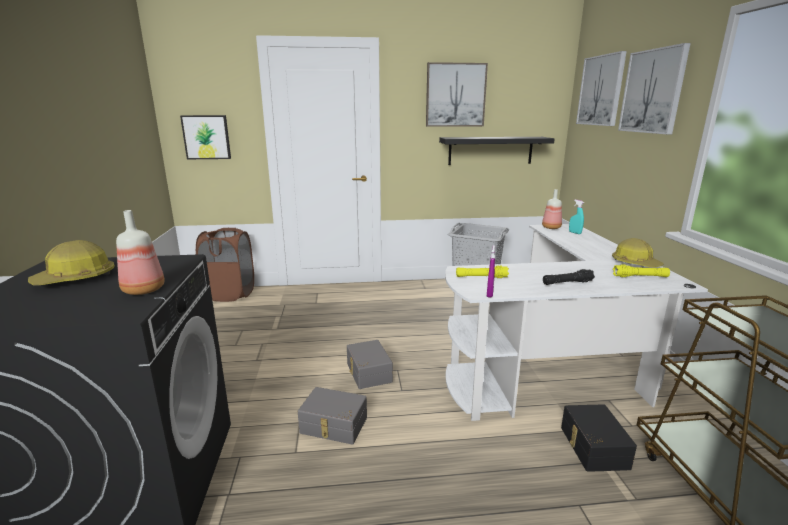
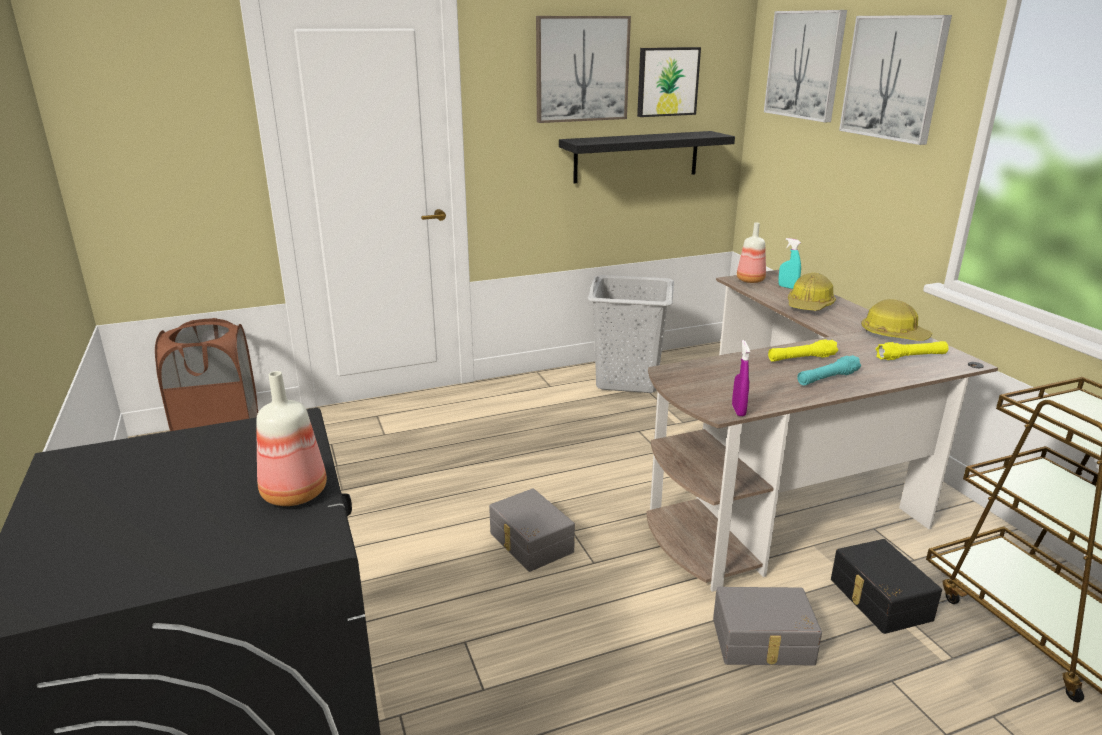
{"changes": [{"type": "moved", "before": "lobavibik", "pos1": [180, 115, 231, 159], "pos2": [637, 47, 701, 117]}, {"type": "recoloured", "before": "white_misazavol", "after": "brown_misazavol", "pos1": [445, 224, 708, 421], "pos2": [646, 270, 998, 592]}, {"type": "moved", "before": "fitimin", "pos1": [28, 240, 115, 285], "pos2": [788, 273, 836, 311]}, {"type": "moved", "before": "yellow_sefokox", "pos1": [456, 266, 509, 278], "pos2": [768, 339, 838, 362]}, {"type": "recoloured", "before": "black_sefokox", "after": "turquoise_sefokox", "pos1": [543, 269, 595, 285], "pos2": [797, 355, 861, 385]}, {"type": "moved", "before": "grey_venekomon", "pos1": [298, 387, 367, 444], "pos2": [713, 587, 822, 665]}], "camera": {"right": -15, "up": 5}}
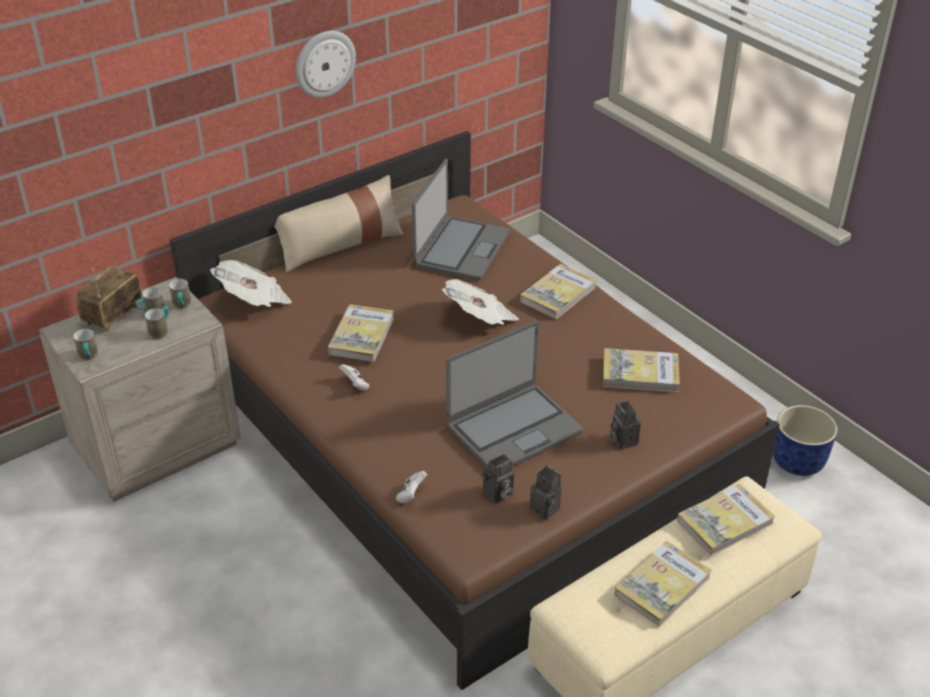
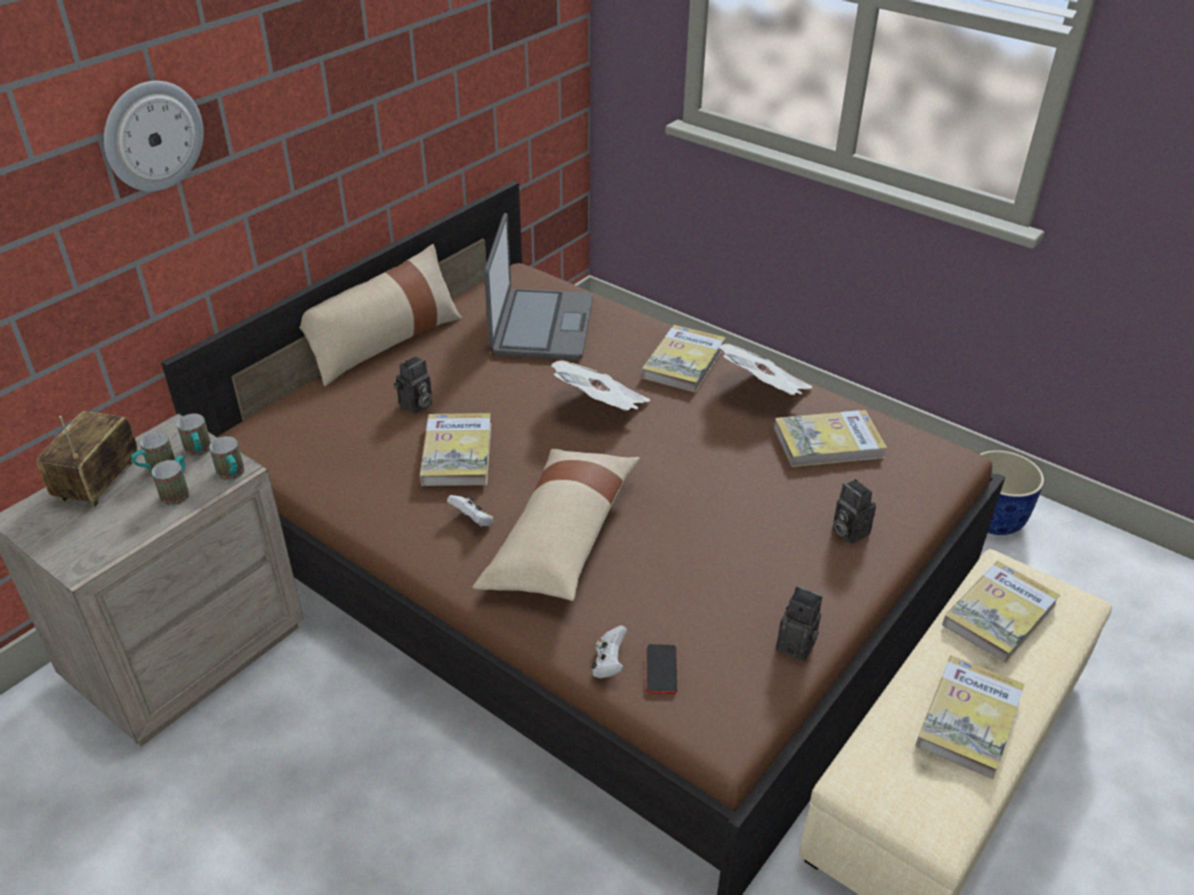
{"changes": [{"type": "moved", "before": "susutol", "pos1": [296, 31, 356, 98], "pos2": [104, 81, 204, 191]}, {"type": "moved", "before": "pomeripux", "pos1": [210, 260, 292, 307], "pos2": [719, 344, 812, 395]}, {"type": "removed", "before": "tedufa", "pos1": [446, 321, 583, 467]}, {"type": "moved", "before": "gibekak", "pos1": [74, 329, 98, 361], "pos2": [209, 436, 245, 481]}, {"type": "moved", "before": "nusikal", "pos1": [481, 454, 514, 503], "pos2": [394, 356, 432, 414]}, {"type": "added", "after": "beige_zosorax", "pos2": [472, 449, 640, 601]}, {"type": "added", "after": "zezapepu", "pos2": [647, 644, 677, 694]}], "camera": {"right": -15, "up": 0}}
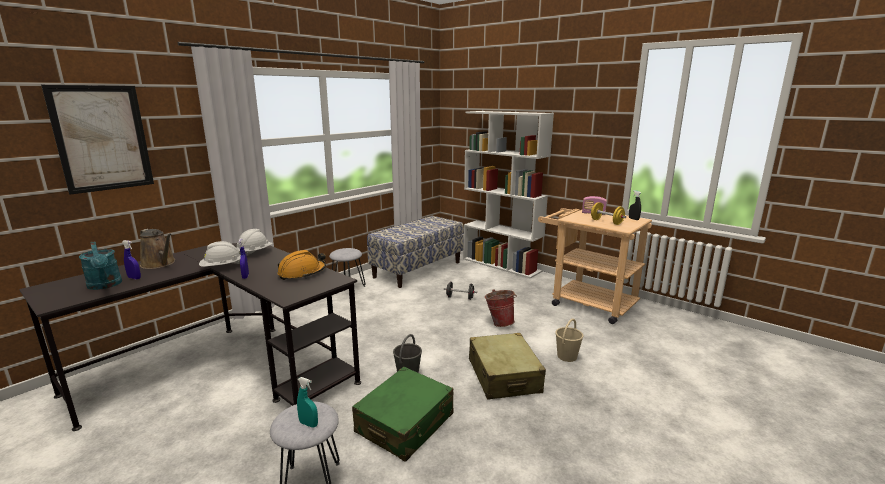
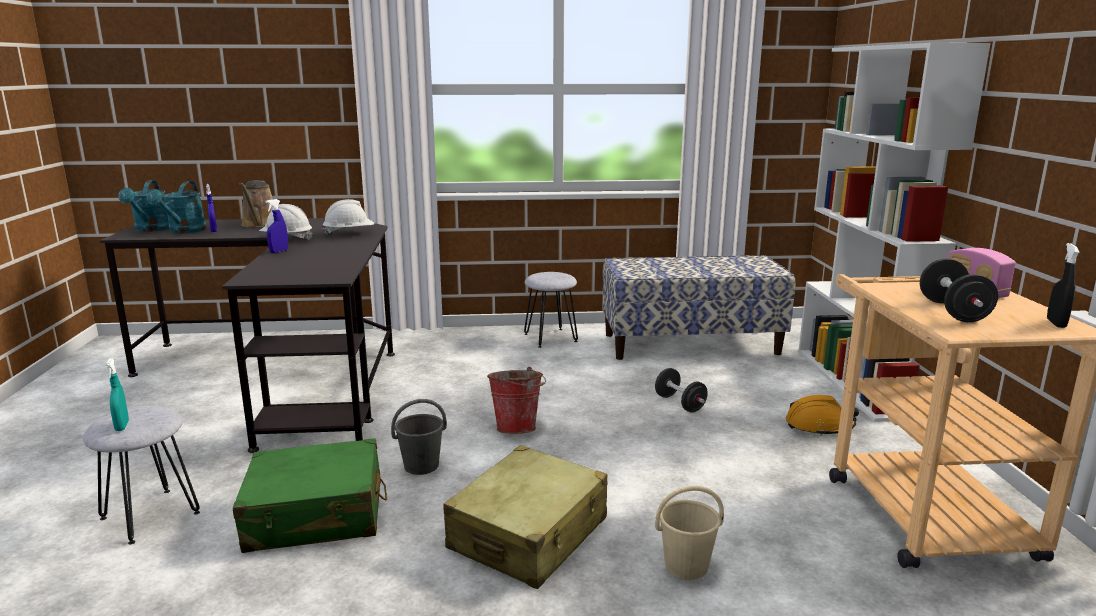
{"changes": [{"type": "removed", "before": "lobavibik", "pos1": [41, 85, 154, 195]}, {"type": "recoloured", "before": "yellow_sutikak", "after": "black_sutikak", "pos1": [590, 202, 626, 225], "pos2": [920, 258, 998, 322]}, {"type": "moved", "before": "orange_fitimin", "pos1": [277, 250, 326, 280], "pos2": [786, 395, 859, 436]}, {"type": "moved", "before": "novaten", "pos1": [485, 290, 517, 327], "pos2": [487, 367, 546, 434]}, {"type": "added", "after": "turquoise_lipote", "pos2": [118, 180, 169, 232]}], "camera": {"right": 45, "up": 0}}
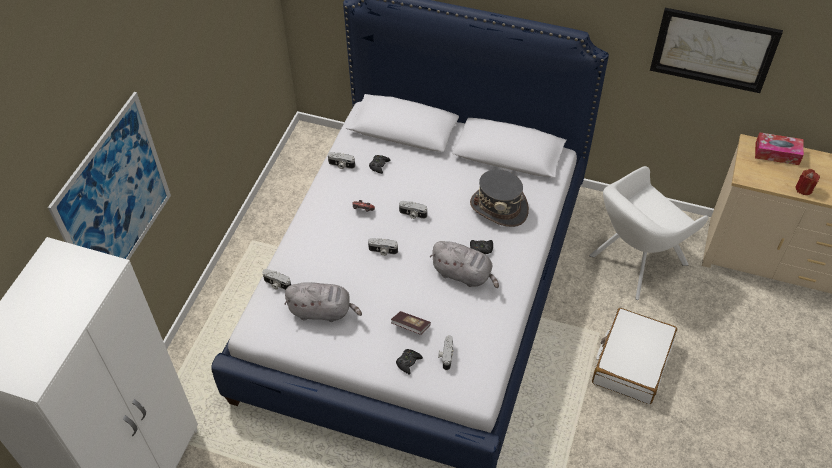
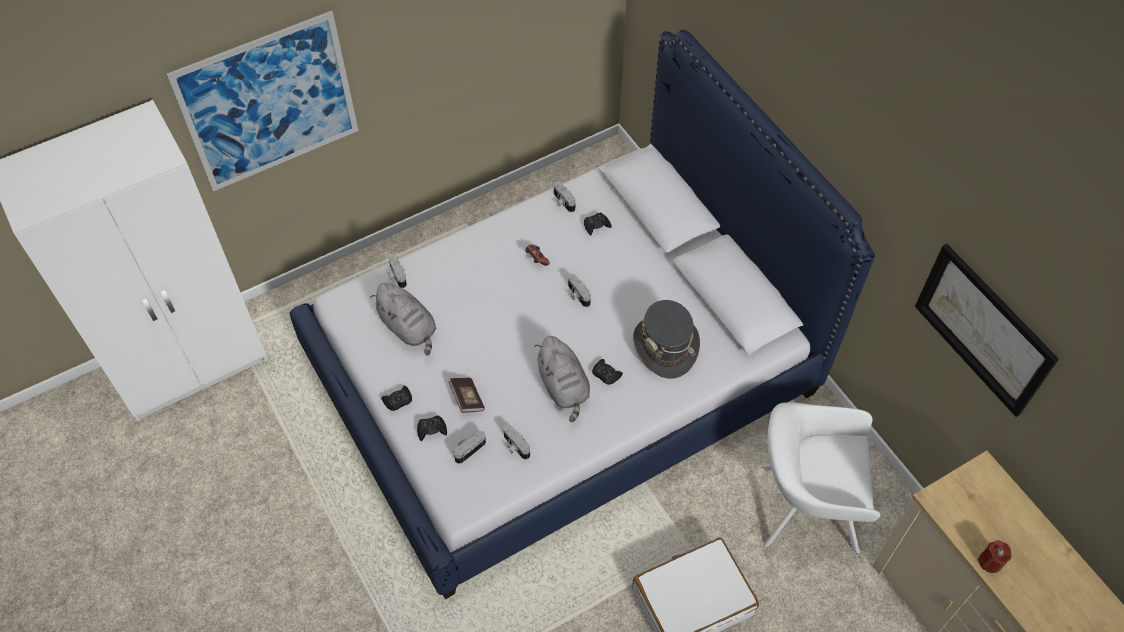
{"changes": [{"type": "removed", "before": "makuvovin", "pos1": [755, 132, 804, 165]}, {"type": "moved", "before": "nusikal", "pos1": [368, 238, 398, 256], "pos2": [503, 424, 530, 459]}, {"type": "added", "after": "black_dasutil", "pos2": [382, 386, 412, 411]}], "camera": {"right": 40, "up": 5}}
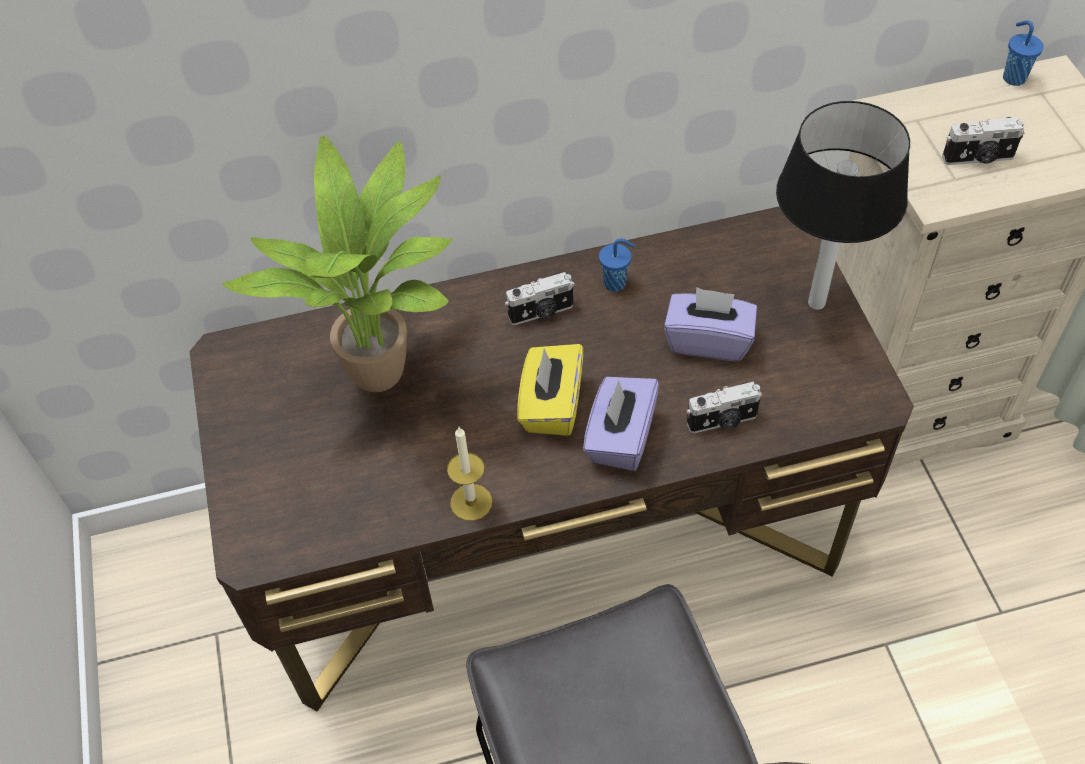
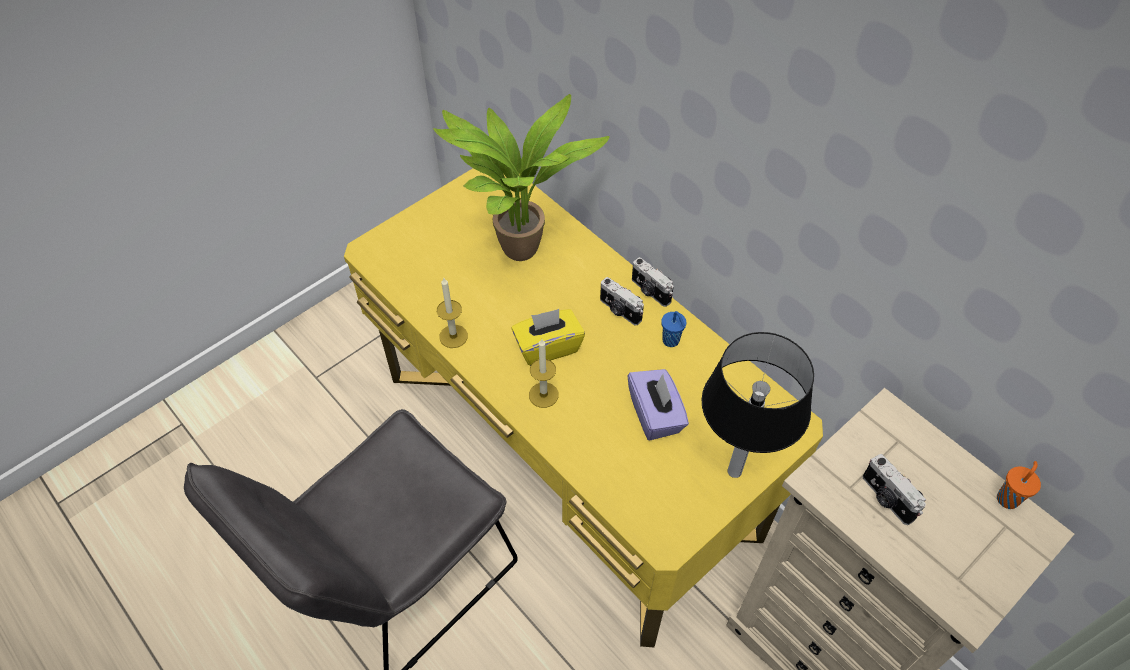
{"changes": [{"type": "recoloured", "before": "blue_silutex", "after": "orange_silutex", "pos1": [1003, 20, 1044, 86], "pos2": [997, 461, 1041, 509]}, {"type": "recoloured", "before": "brown_misazavol", "after": "yellow_misazavol", "pos1": [189, 206, 914, 711], "pos2": [344, 168, 823, 647]}, {"type": "replaced", "before": "purple_makuvovin", "after": "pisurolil", "pos1": [583, 377, 659, 471], "pos2": [529, 339, 559, 408]}, {"type": "moved", "before": "nusikal", "pos1": [687, 382, 762, 433], "pos2": [632, 257, 674, 307]}], "camera": {"right": 60, "up": 0}}
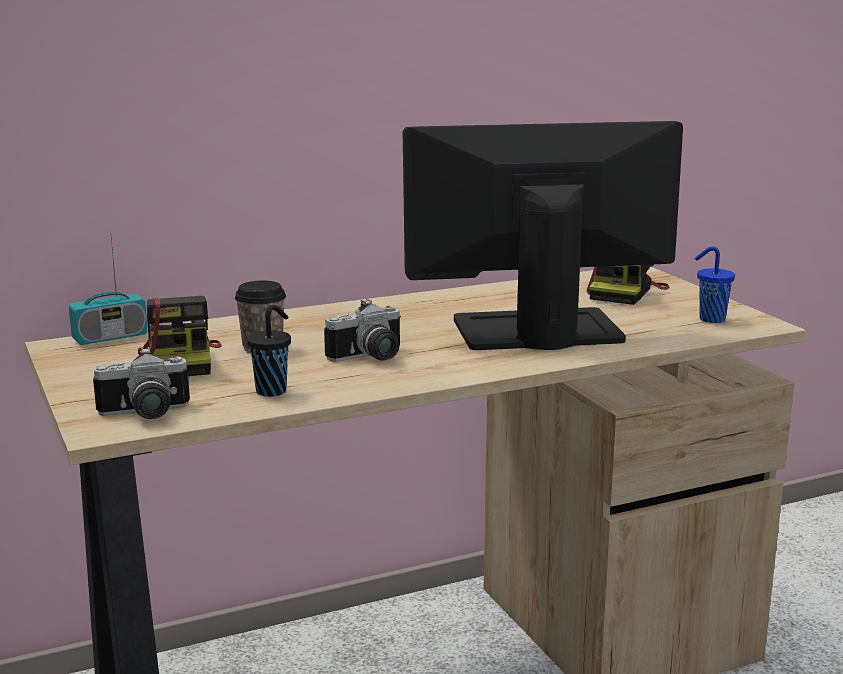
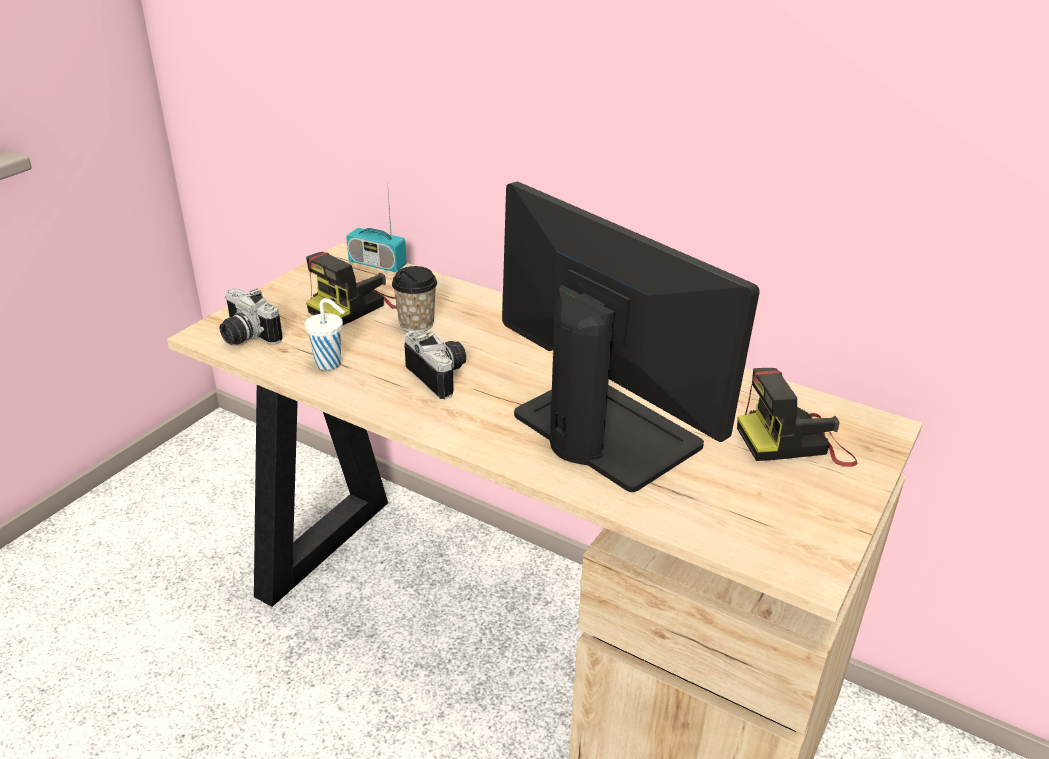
{"changes": [{"type": "removed", "before": "blue_silutex", "pos1": [695, 246, 735, 323]}, {"type": "turned", "before": "nusikal", "pos1": [324, 299, 401, 362], "pos2": [404, 331, 466, 399], "turn": -150}, {"type": "recoloured", "before": "black_silutex", "after": "white_silutex", "pos1": [247, 305, 291, 397], "pos2": [305, 298, 345, 371]}], "camera": {"right": 55, "up": 15}}
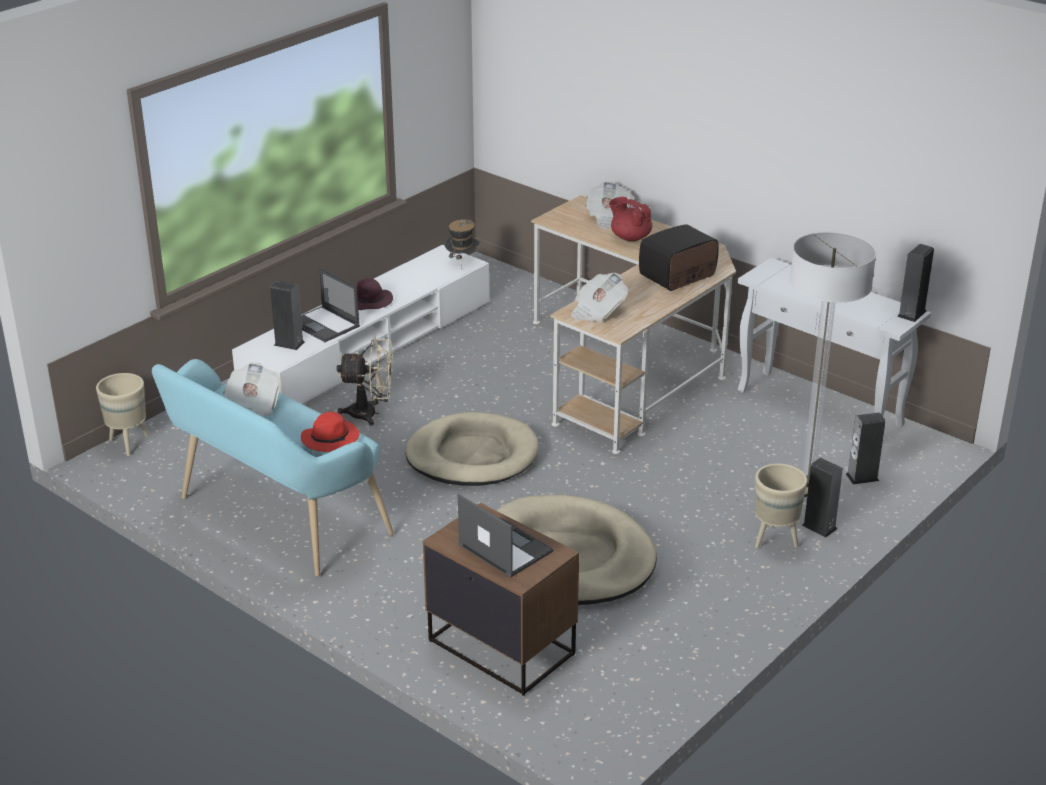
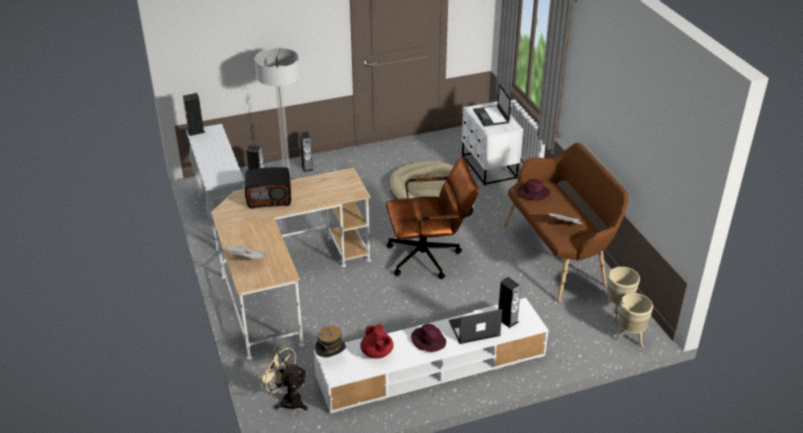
{"changes": [{"type": "moved", "before": "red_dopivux", "pos1": [609, 197, 652, 241], "pos2": [360, 324, 394, 359]}, {"type": "turned", "before": "tedufa", "pos1": [301, 268, 360, 342], "pos2": [449, 309, 502, 344], "turn": -90}, {"type": "removed", "before": "pomeripux", "pos1": [571, 273, 628, 322]}, {"type": "moved", "before": "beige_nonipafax", "pos1": [336, 337, 393, 426], "pos2": [257, 345, 308, 411]}, {"type": "recoloured", "before": "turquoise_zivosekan", "after": "brown_zivosekan", "pos1": [152, 359, 394, 577], "pos2": [503, 143, 629, 303]}, {"type": "recoloured", "before": "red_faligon", "after": "purple_faligon", "pos1": [301, 412, 360, 452], "pos2": [517, 179, 550, 201]}, {"type": "replaced", "before": "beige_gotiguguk", "after": "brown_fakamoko", "pos1": [405, 412, 539, 486], "pos2": [386, 156, 479, 279]}, {"type": "moved", "before": "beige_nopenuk", "pos1": [755, 464, 807, 548], "pos2": [607, 267, 640, 320]}, {"type": "recoloured", "before": "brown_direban", "after": "white_direban", "pos1": [423, 503, 579, 696], "pos2": [462, 101, 523, 186]}], "camera": {"right": -150, "up": 5}}
